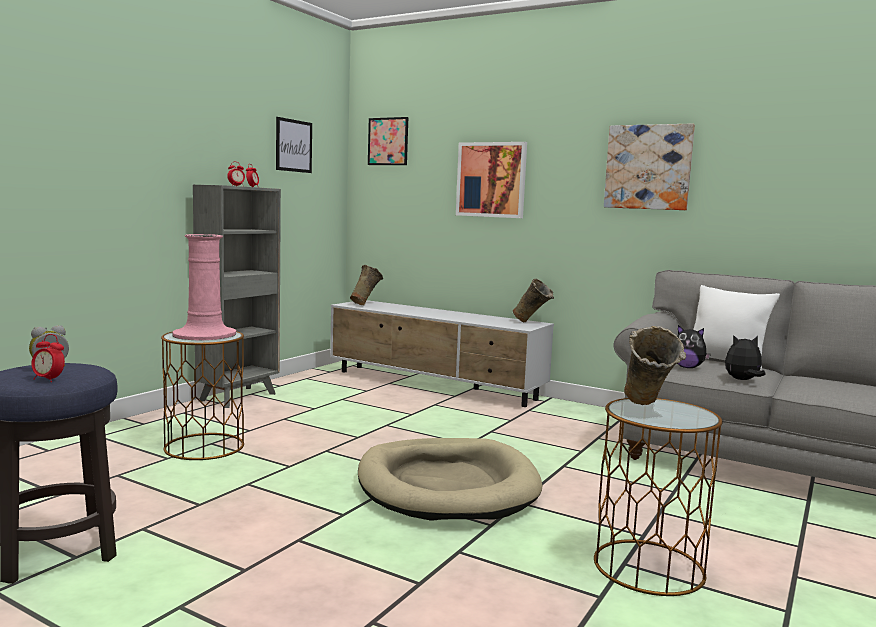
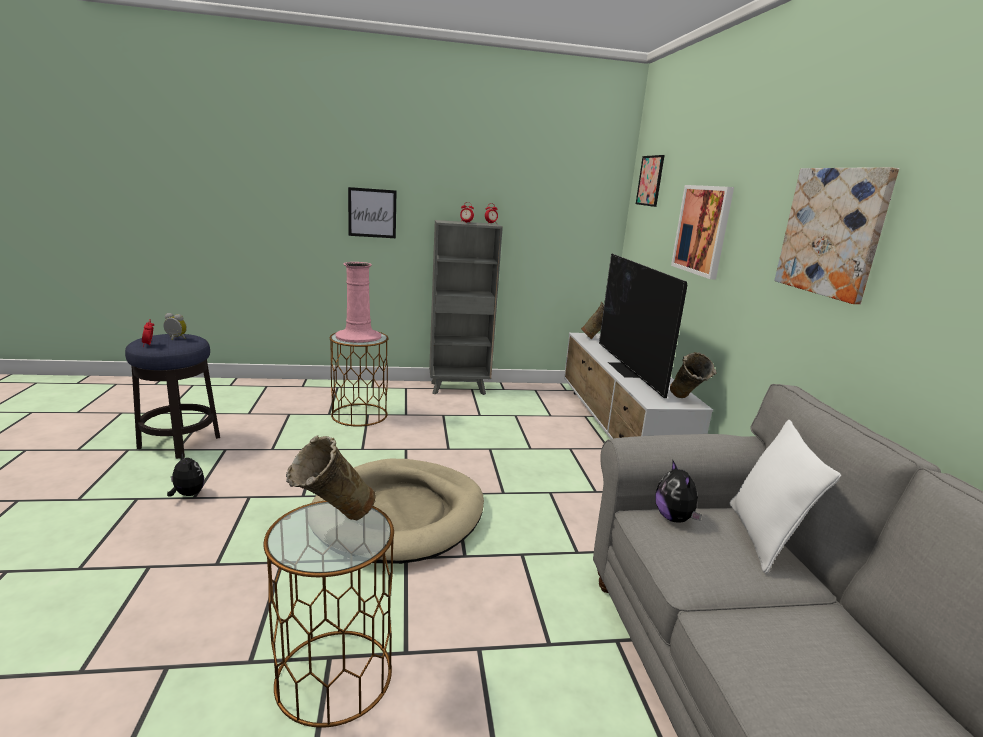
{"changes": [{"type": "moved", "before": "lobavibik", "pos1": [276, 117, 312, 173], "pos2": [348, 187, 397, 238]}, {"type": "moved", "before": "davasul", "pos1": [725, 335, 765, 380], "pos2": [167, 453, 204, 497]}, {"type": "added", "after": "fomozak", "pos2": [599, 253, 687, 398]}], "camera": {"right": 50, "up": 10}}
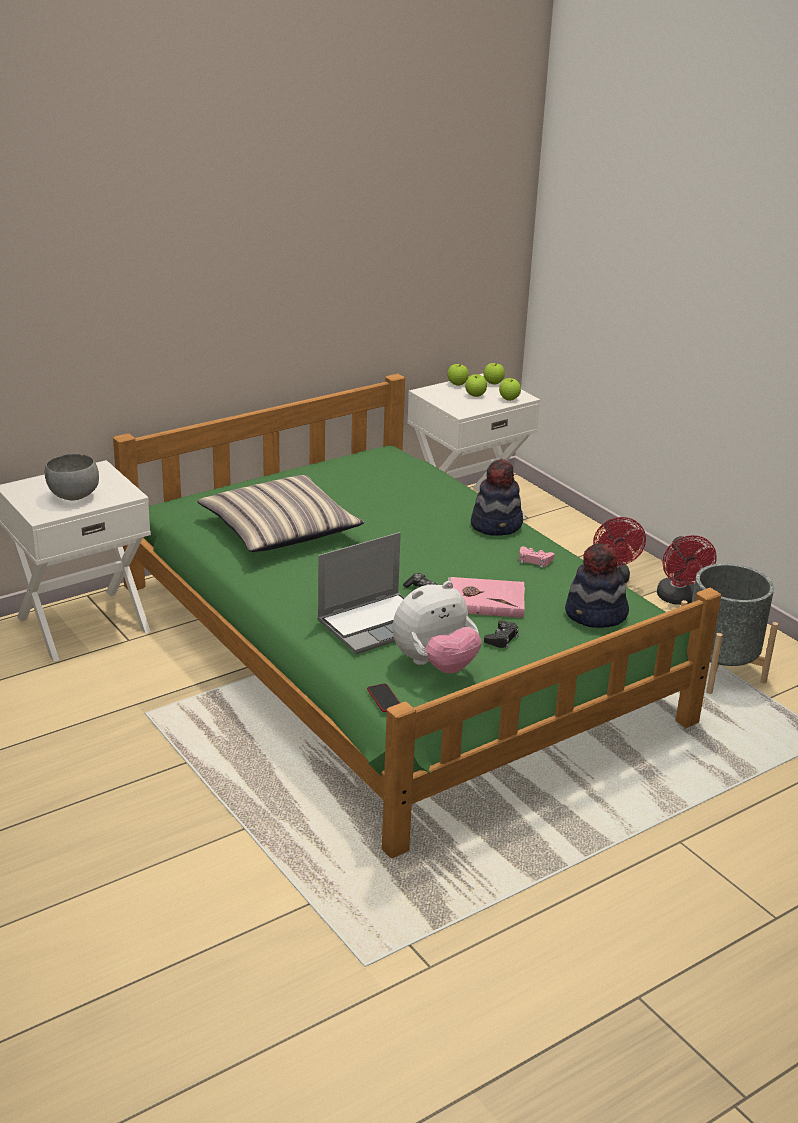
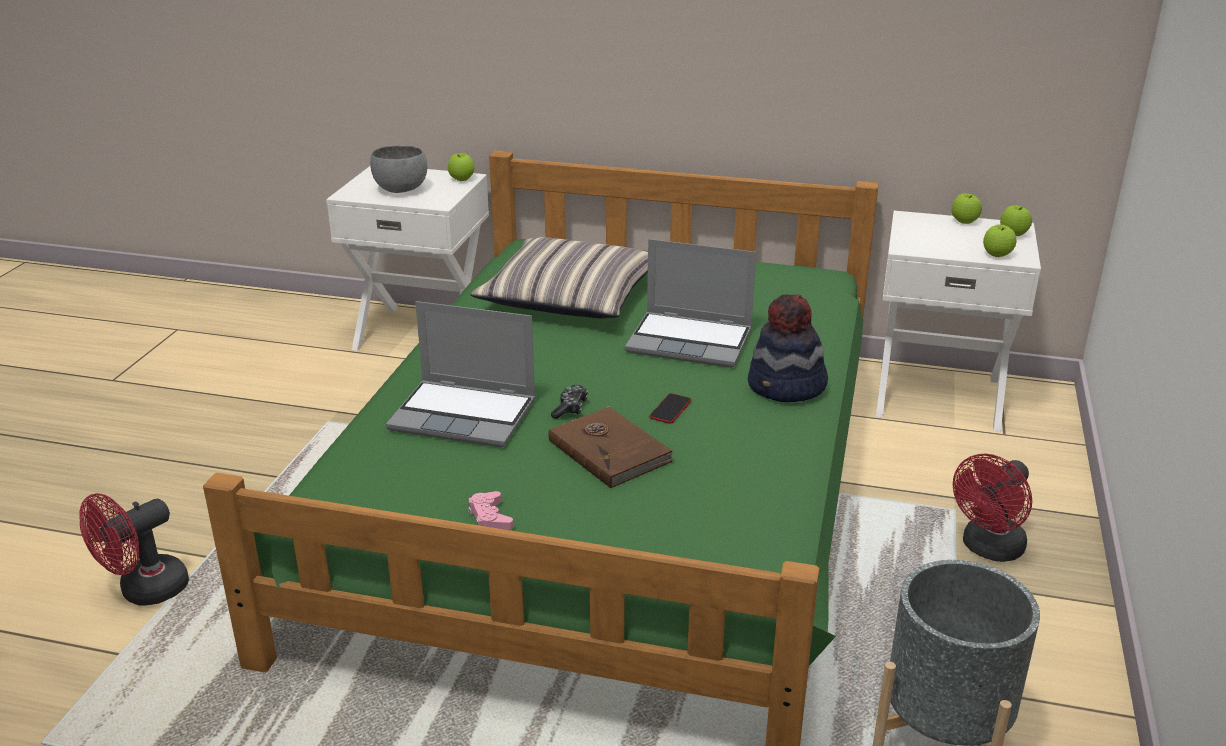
{"changes": [{"type": "moved", "before": "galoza", "pos1": [465, 374, 487, 397], "pos2": [448, 153, 475, 181]}, {"type": "moved", "before": "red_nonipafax", "pos1": [657, 535, 717, 605], "pos2": [79, 493, 189, 606]}, {"type": "removed", "before": "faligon", "pos1": [565, 543, 629, 628]}, {"type": "moved", "before": "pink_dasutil", "pos1": [519, 546, 554, 568], "pos2": [468, 491, 513, 530]}, {"type": "recoloured", "before": "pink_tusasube", "after": "brown_tusasube", "pos1": [448, 577, 525, 618], "pos2": [548, 406, 674, 488]}, {"type": "removed", "before": "davasul", "pos1": [392, 581, 481, 673]}, {"type": "removed", "before": "black_dasutil", "pos1": [484, 621, 519, 648]}, {"type": "moved", "before": "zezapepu", "pos1": [367, 683, 400, 712], "pos2": [649, 393, 692, 424]}, {"type": "added", "after": "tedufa", "pos2": [625, 239, 756, 368]}], "camera": {"right": 50, "up": 0}}
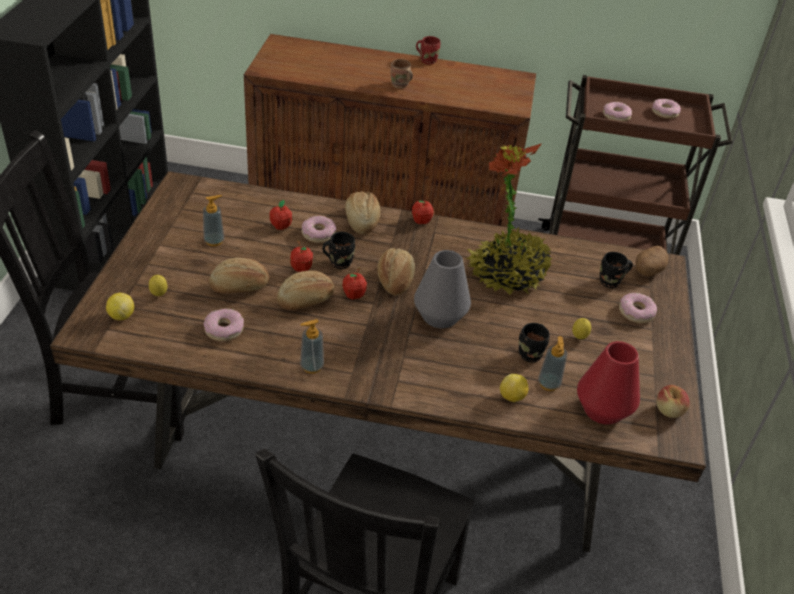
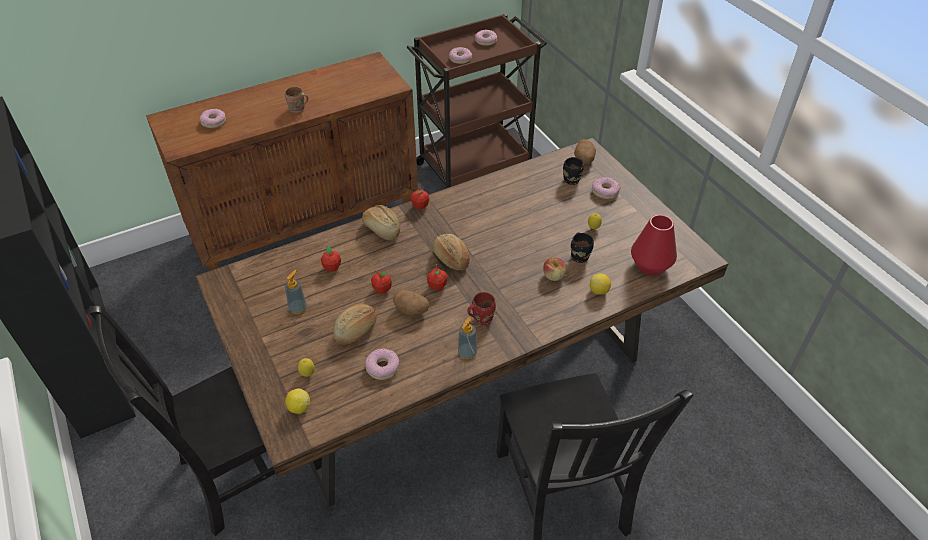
{"changes": [{"type": "moved", "before": "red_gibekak", "pos1": [416, 36, 440, 65], "pos2": [467, 292, 496, 325]}, {"type": "removed", "before": "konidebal", "pos1": [467, 143, 553, 295]}, {"type": "moved", "before": "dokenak", "pos1": [301, 215, 336, 243], "pos2": [200, 109, 226, 128]}, {"type": "removed", "before": "black_gibekak", "pos1": [322, 232, 355, 269]}, {"type": "removed", "before": "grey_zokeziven", "pos1": [414, 250, 471, 328]}, {"type": "replaced", "before": "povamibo", "after": "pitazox", "pos1": [277, 270, 334, 310], "pos2": [393, 290, 430, 315]}, {"type": "removed", "before": "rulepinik", "pos1": [538, 336, 567, 391]}, {"type": "moved", "before": "galoza", "pos1": [657, 385, 690, 418], "pos2": [543, 258, 567, 281]}], "camera": {"right": -35, "up": 5}}
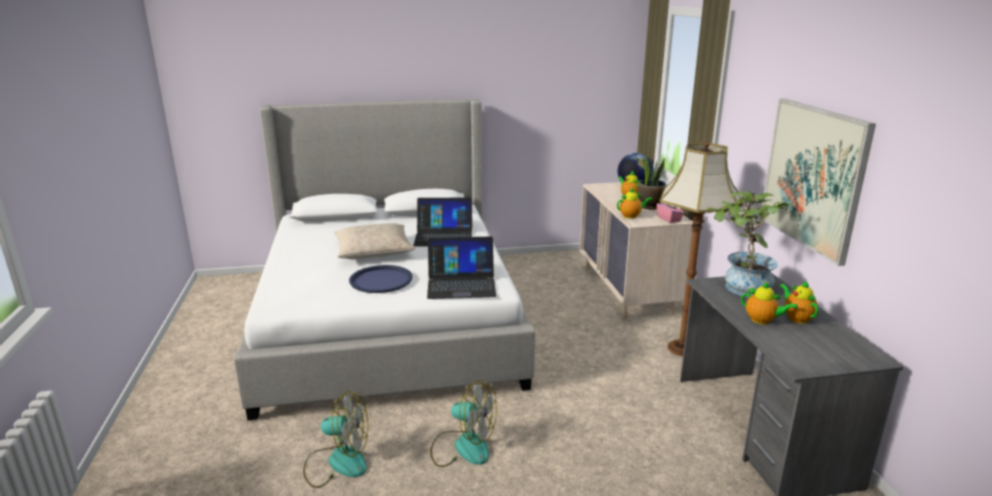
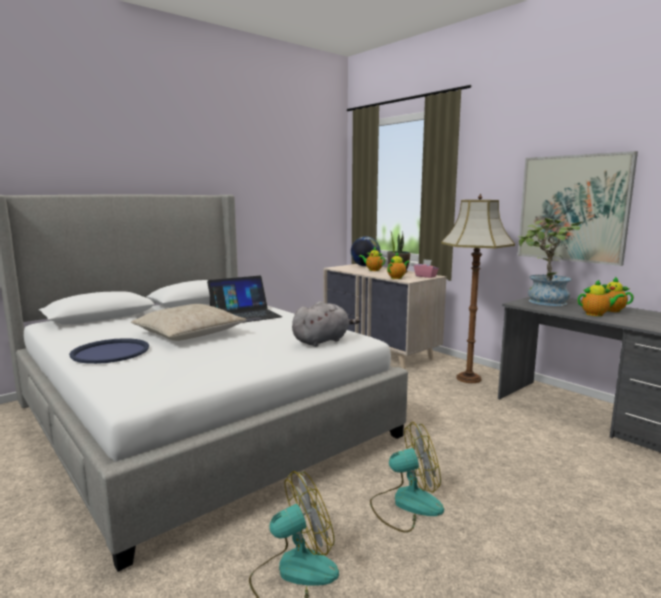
{"changes": [{"type": "replaced", "before": "tedufa", "after": "grey_davasul", "pos1": [427, 237, 496, 299], "pos2": [292, 301, 360, 347]}, {"type": "moved", "before": "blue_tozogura", "pos1": [349, 265, 413, 293], "pos2": [69, 338, 149, 364]}], "camera": {"right": -30, "up": -10}}
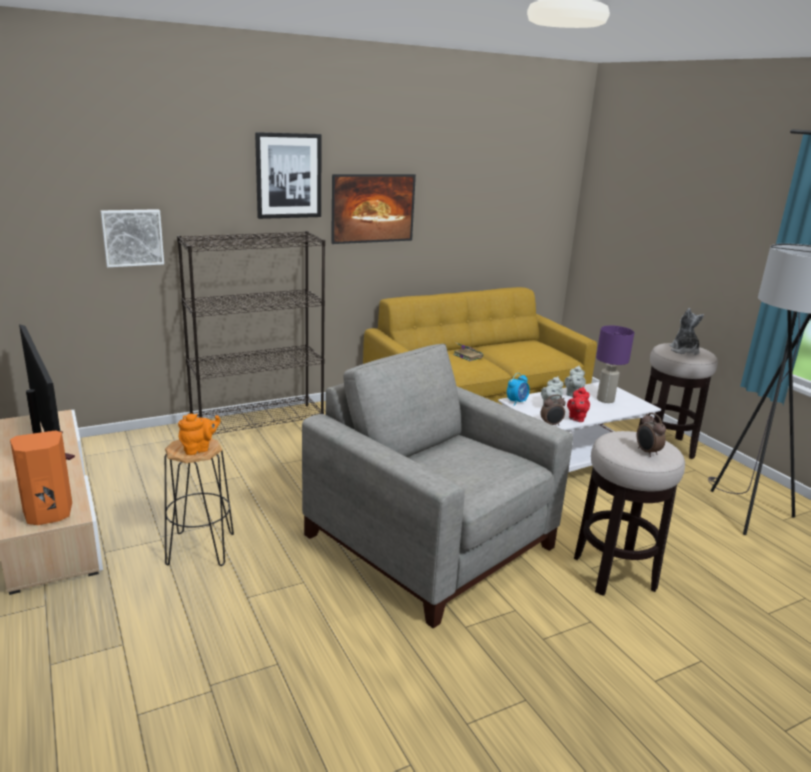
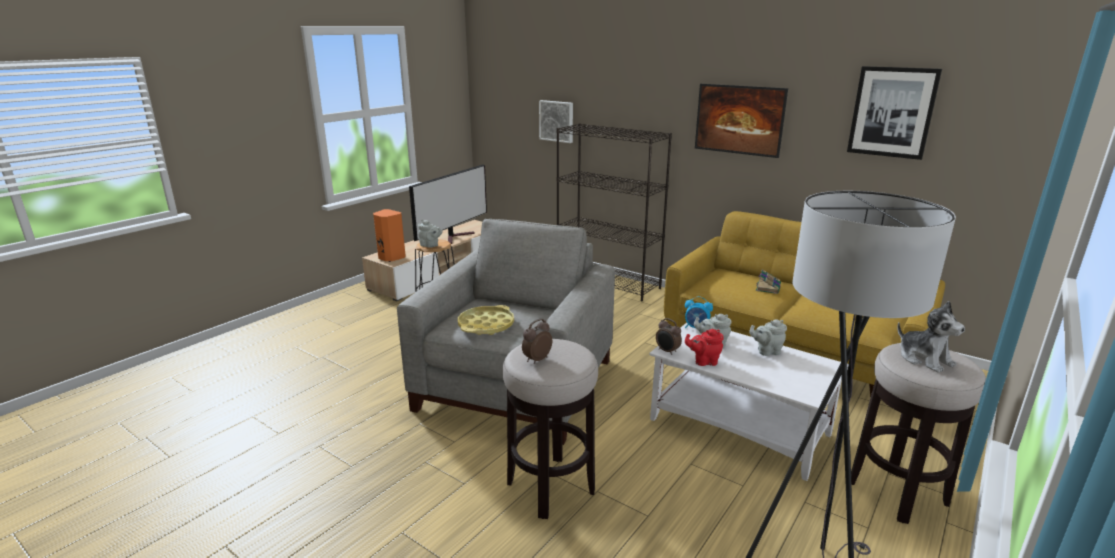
{"changes": [{"type": "moved", "before": "lobavibik", "pos1": [255, 132, 322, 219], "pos2": [847, 66, 942, 160]}, {"type": "turned", "before": "davasul", "pos1": [669, 308, 704, 355], "pos2": [897, 301, 965, 373], "turn": 90}, {"type": "removed", "before": "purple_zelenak", "pos1": [596, 325, 634, 403]}, {"type": "recoloured", "before": "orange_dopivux", "after": "grey_dopivux", "pos1": [178, 414, 220, 455], "pos2": [418, 220, 442, 248]}, {"type": "added", "after": "yellow_tozogura", "pos2": [458, 305, 514, 335]}], "camera": {"right": 65, "up": 0}}
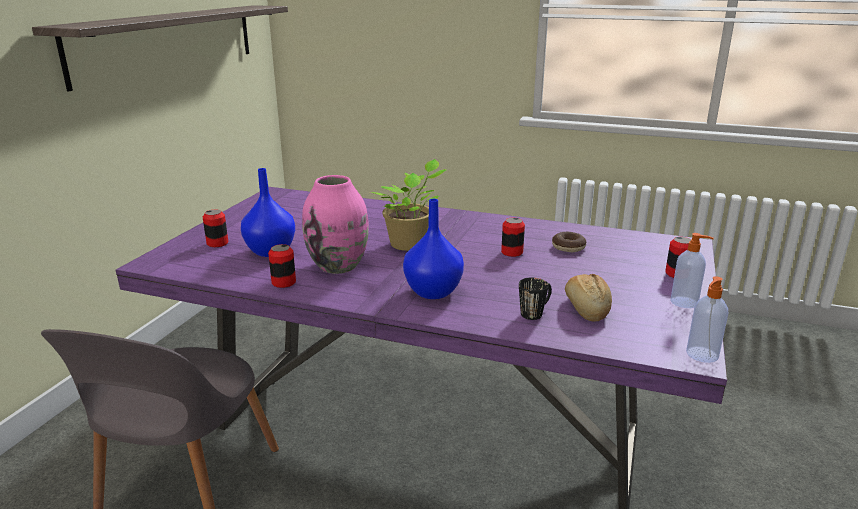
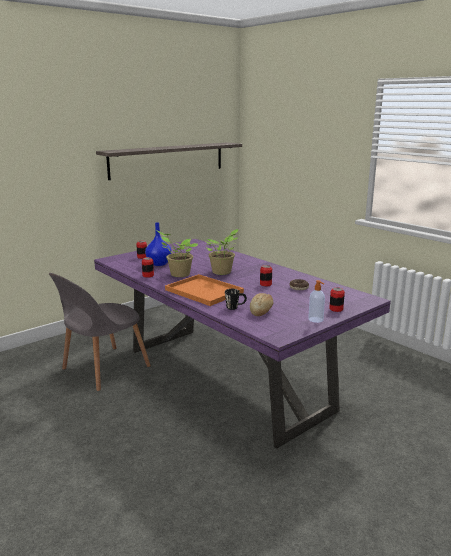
{"changes": [{"type": "replaced", "before": "pink_zokeziven", "after": "konidebal", "pos1": [302, 175, 369, 274], "pos2": [156, 230, 198, 277]}, {"type": "replaced", "before": "blue_zokeziven", "after": "orange_tozogura", "pos1": [403, 199, 464, 299], "pos2": [165, 274, 244, 306]}, {"type": "removed", "before": "rulepinik", "pos1": [686, 276, 728, 363]}], "camera": {"right": 30, "up": -5}}
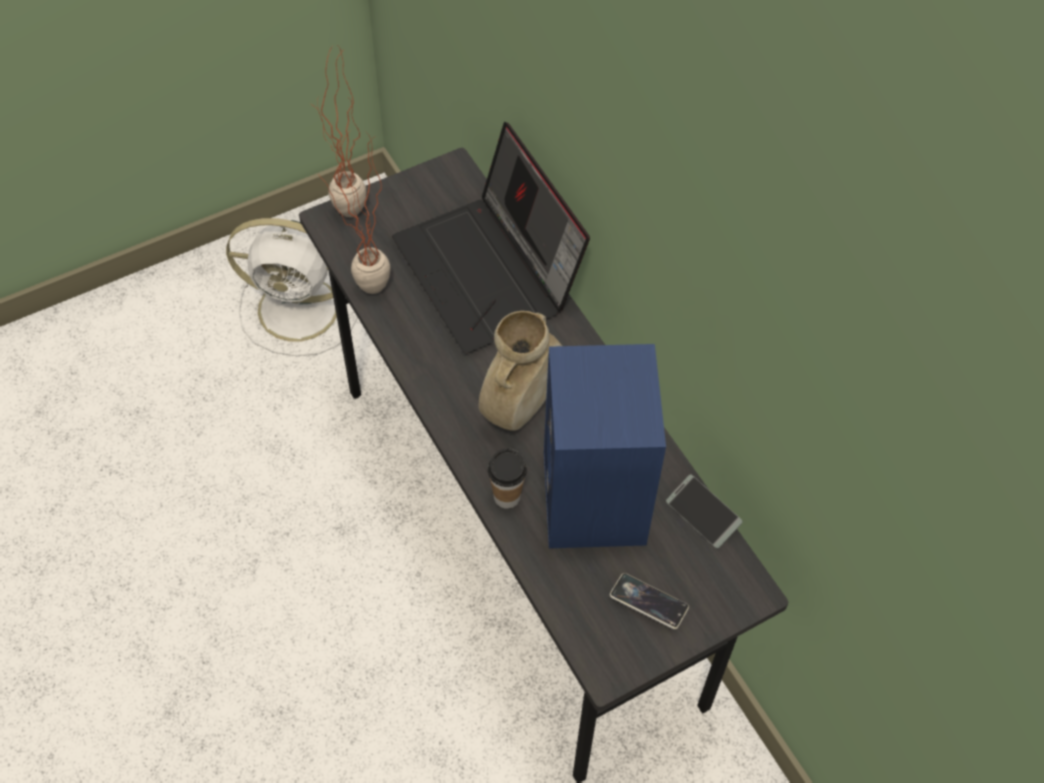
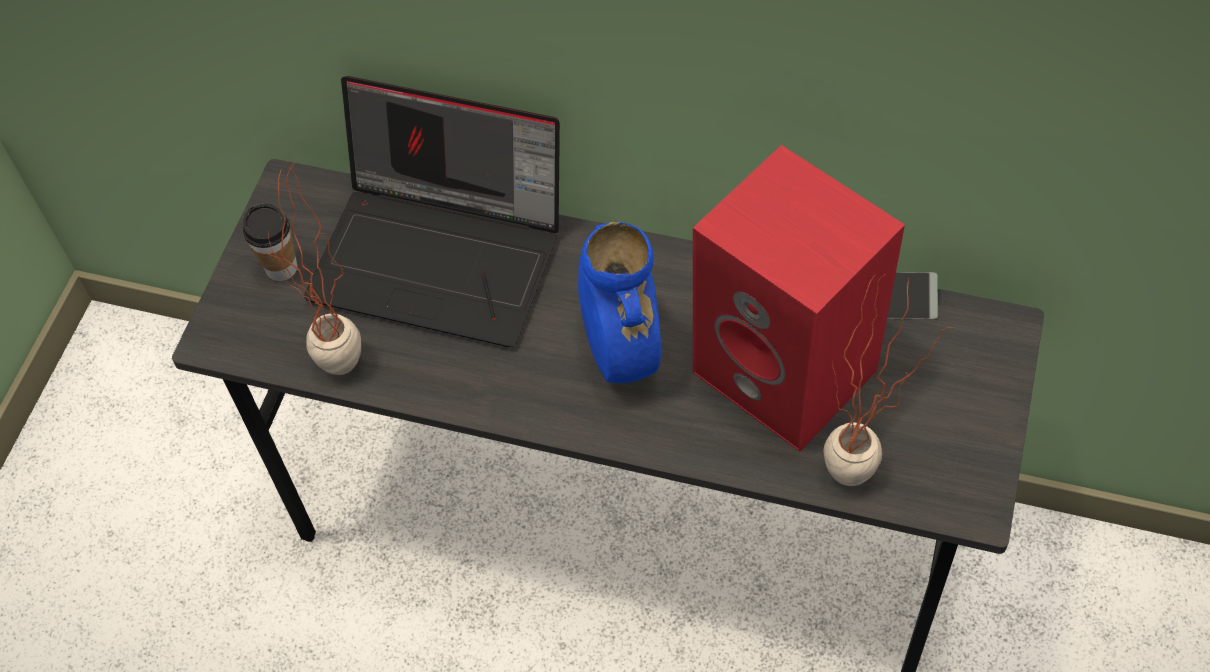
{"changes": [{"type": "moved", "before": "konidebal", "pos1": [309, 46, 367, 217], "pos2": [824, 274, 953, 486]}, {"type": "removed", "before": "white_nonipafax", "pos1": [226, 218, 358, 356]}, {"type": "recoloured", "before": "beige_zokeziven", "after": "blue_zokeziven", "pos1": [478, 311, 562, 431], "pos2": [578, 222, 661, 383]}, {"type": "recoloured", "before": "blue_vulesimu", "after": "red_vulesimu", "pos1": [544, 344, 666, 548], "pos2": [693, 145, 905, 452]}, {"type": "moved", "before": "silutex", "pos1": [488, 448, 527, 509], "pos2": [243, 204, 297, 281]}, {"type": "removed", "before": "zezapepu", "pos1": [610, 573, 689, 629]}], "camera": {"right": -40, "up": 0}}
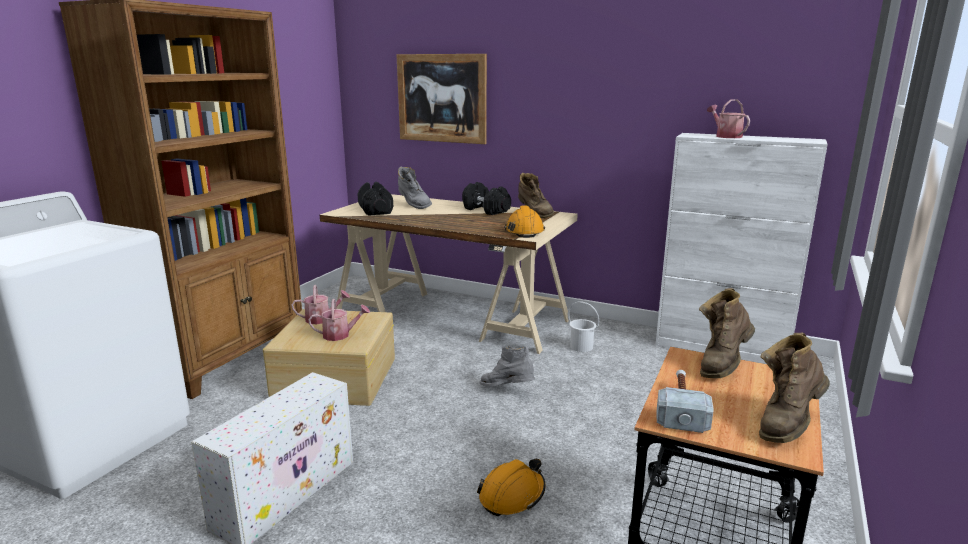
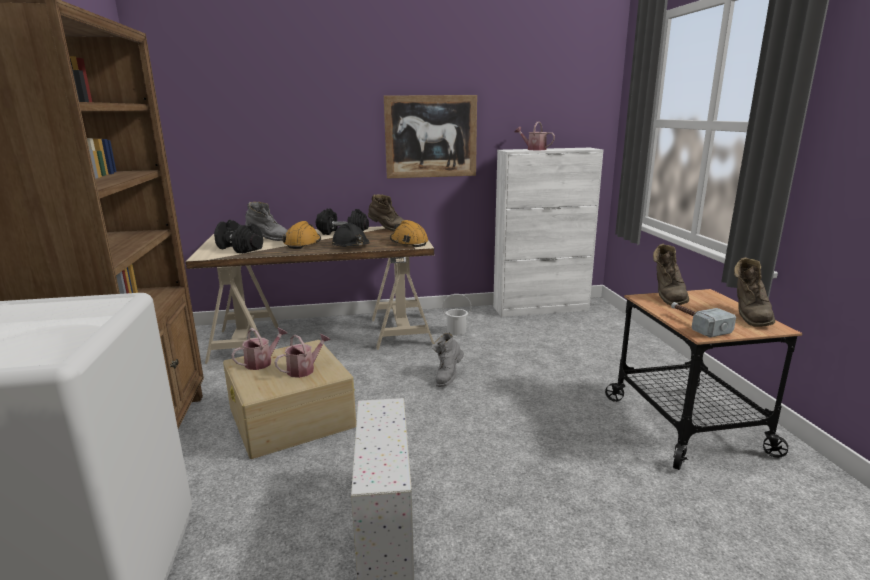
{"changes": [{"type": "moved", "before": "lobavibik", "pos1": [396, 54, 487, 144], "pos2": [384, 95, 477, 179]}, {"type": "turned", "before": "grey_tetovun", "pos1": [479, 346, 535, 387], "pos2": [431, 332, 464, 387], "turn": -60}, {"type": "moved", "before": "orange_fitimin", "pos1": [477, 459, 545, 516], "pos2": [282, 221, 321, 249]}, {"type": "added", "after": "black_fitimin", "pos2": [332, 223, 370, 247]}], "camera": {"right": -35, "up": 0}}
